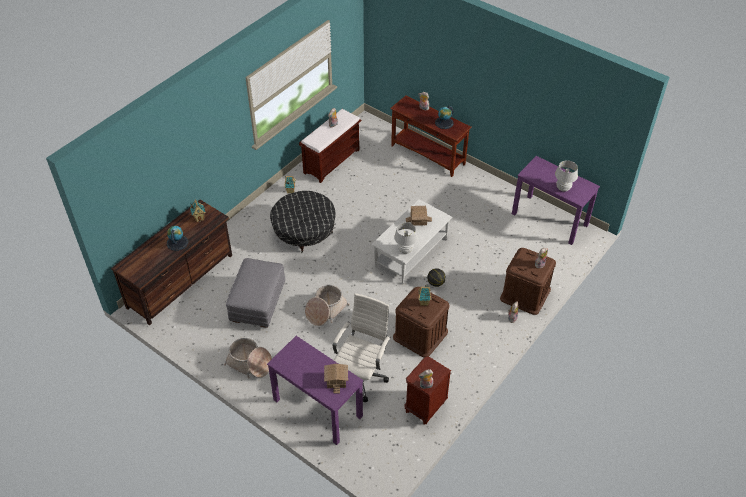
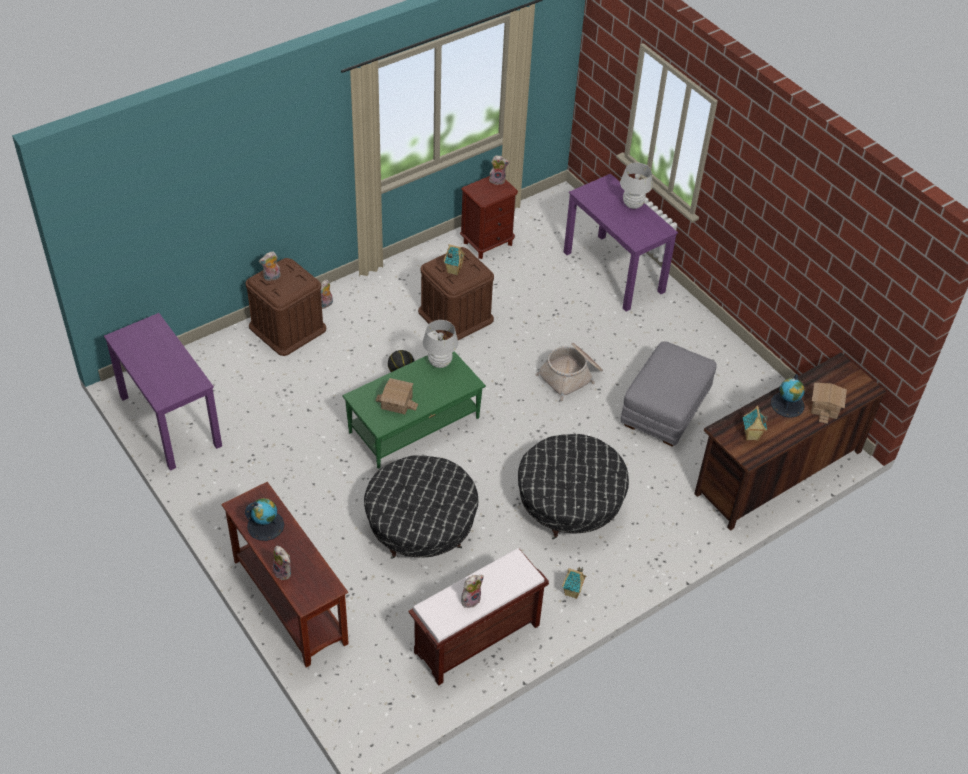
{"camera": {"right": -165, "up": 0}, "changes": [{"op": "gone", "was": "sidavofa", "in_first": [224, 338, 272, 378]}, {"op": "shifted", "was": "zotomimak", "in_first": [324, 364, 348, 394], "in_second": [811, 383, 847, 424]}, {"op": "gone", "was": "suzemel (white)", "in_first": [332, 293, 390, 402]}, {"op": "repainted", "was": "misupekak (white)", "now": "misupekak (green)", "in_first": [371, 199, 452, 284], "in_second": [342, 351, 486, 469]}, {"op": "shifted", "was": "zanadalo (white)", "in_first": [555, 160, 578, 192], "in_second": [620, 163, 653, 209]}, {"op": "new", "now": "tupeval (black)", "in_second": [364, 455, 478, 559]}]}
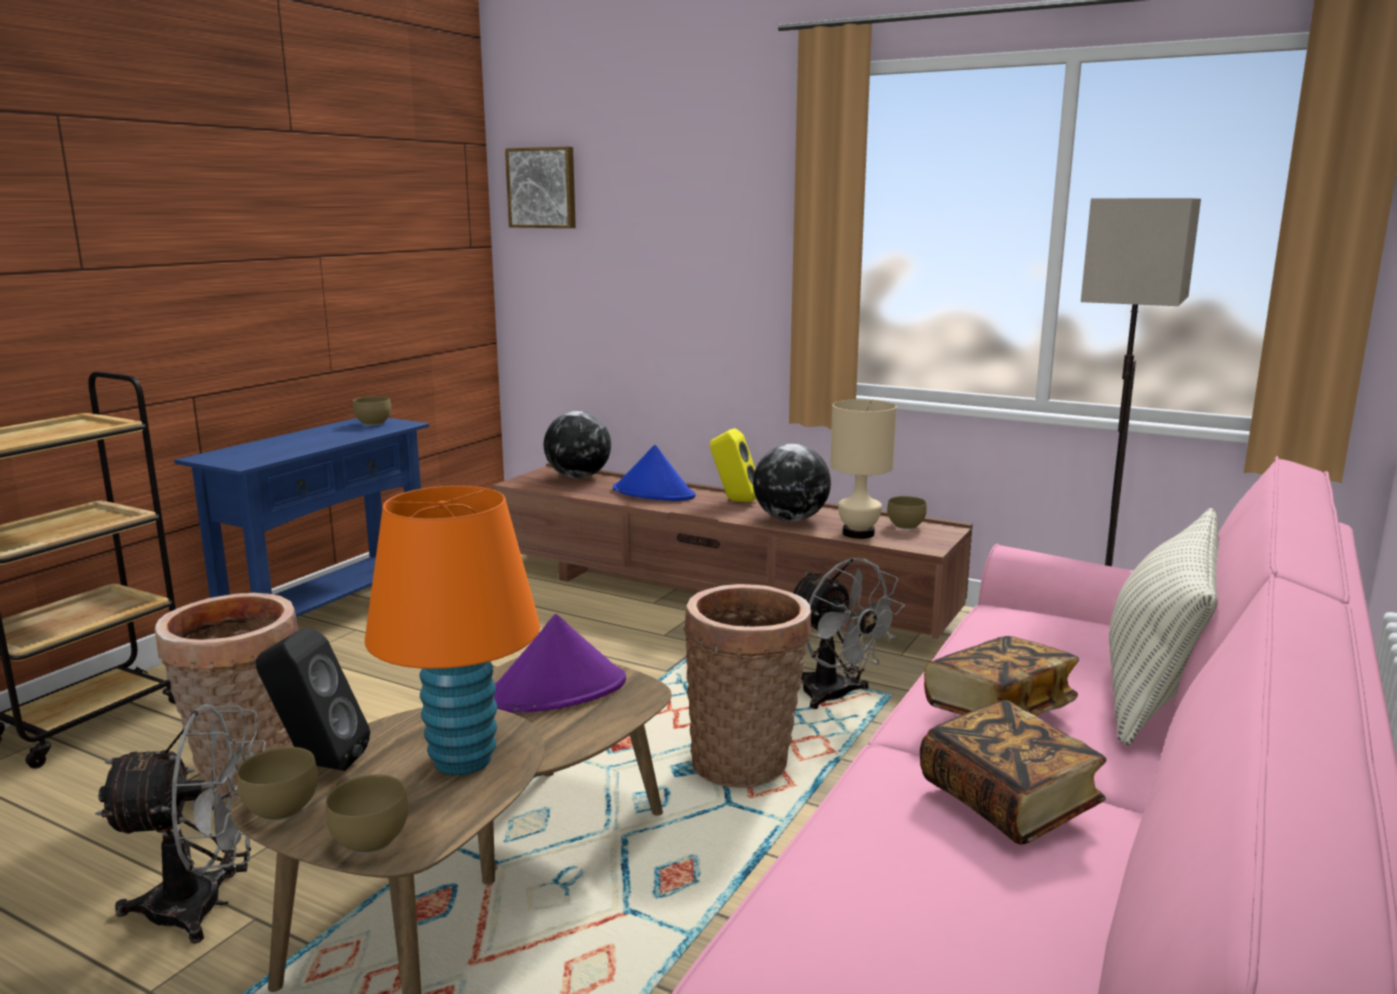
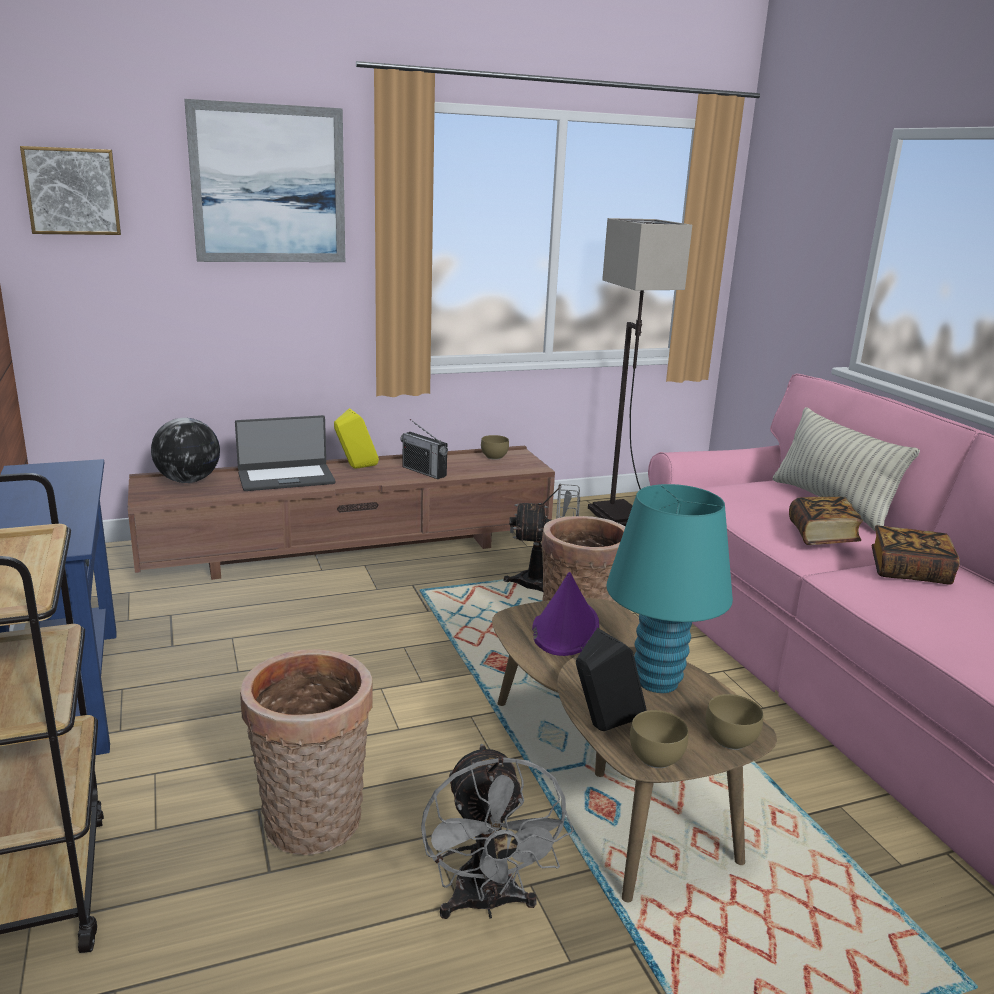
{"camera": {"right": -50, "up": 5}, "changes": [{"op": "rotated", "was": "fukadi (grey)", "in_first": [95, 704, 266, 944], "in_second": [421, 744, 574, 919], "clockwise": 135}, {"op": "gone", "was": "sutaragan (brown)", "in_first": [353, 396, 391, 426]}, {"op": "repainted", "was": "zanadalo (orange)", "now": "zanadalo (turquoise)", "in_first": [365, 486, 540, 775], "in_second": [606, 484, 733, 693]}, {"op": "swapped", "was": "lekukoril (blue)", "now": "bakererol", "in_first": [613, 445, 695, 501], "in_second": [235, 415, 336, 491]}, {"op": "swapped", "was": "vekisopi", "now": "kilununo", "in_first": [753, 444, 831, 521], "in_second": [401, 419, 448, 479]}, {"op": "gone", "was": "zanadalo (beige)", "in_first": [830, 399, 897, 539]}, {"op": "new", "now": "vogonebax", "in_second": [184, 99, 345, 262]}]}
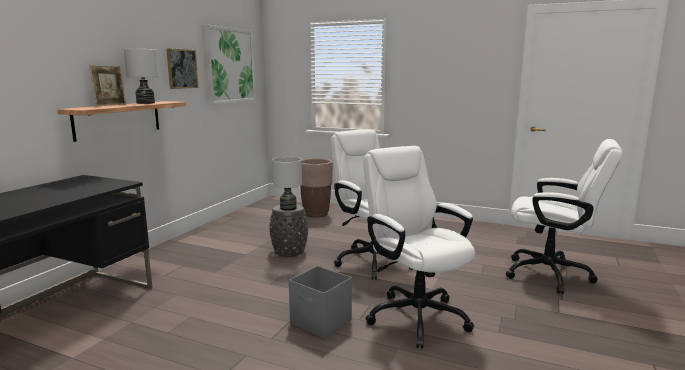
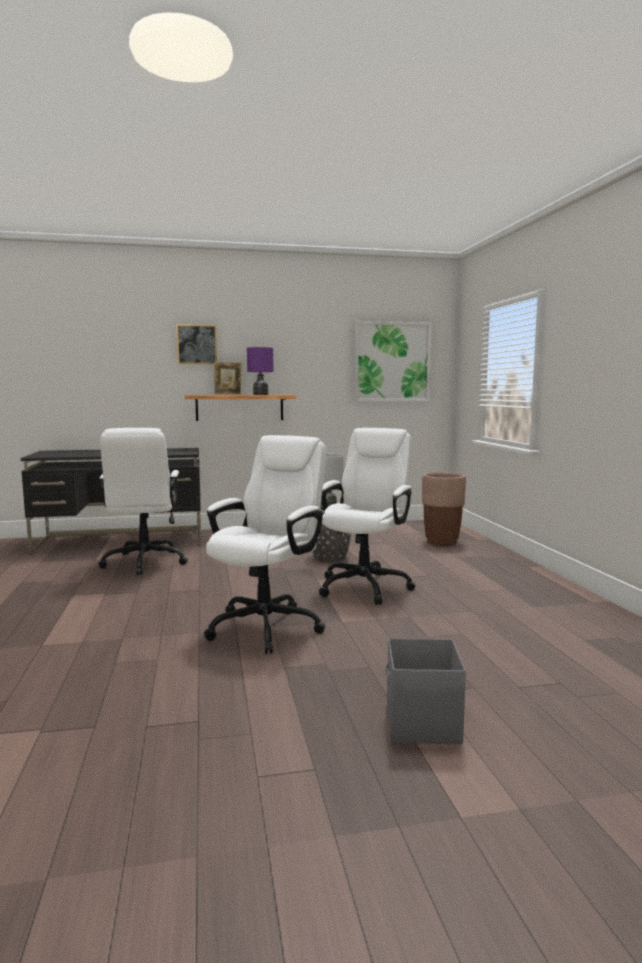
{"camera": {"right": 55, "up": -5}, "changes": [{"op": "repainted", "was": "zanadalo (grey)", "now": "zanadalo (purple)", "in_first": [124, 49, 159, 104], "in_second": [247, 347, 274, 395]}, {"op": "shifted", "was": "vogonebax", "in_first": [166, 48, 199, 89], "in_second": [177, 324, 217, 364]}, {"op": "shifted", "was": "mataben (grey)", "in_first": [289, 266, 352, 339], "in_second": [385, 638, 466, 745]}, {"op": "shifted", "was": "suzemel (white)", "in_first": [506, 139, 623, 294], "in_second": [98, 428, 188, 575]}]}
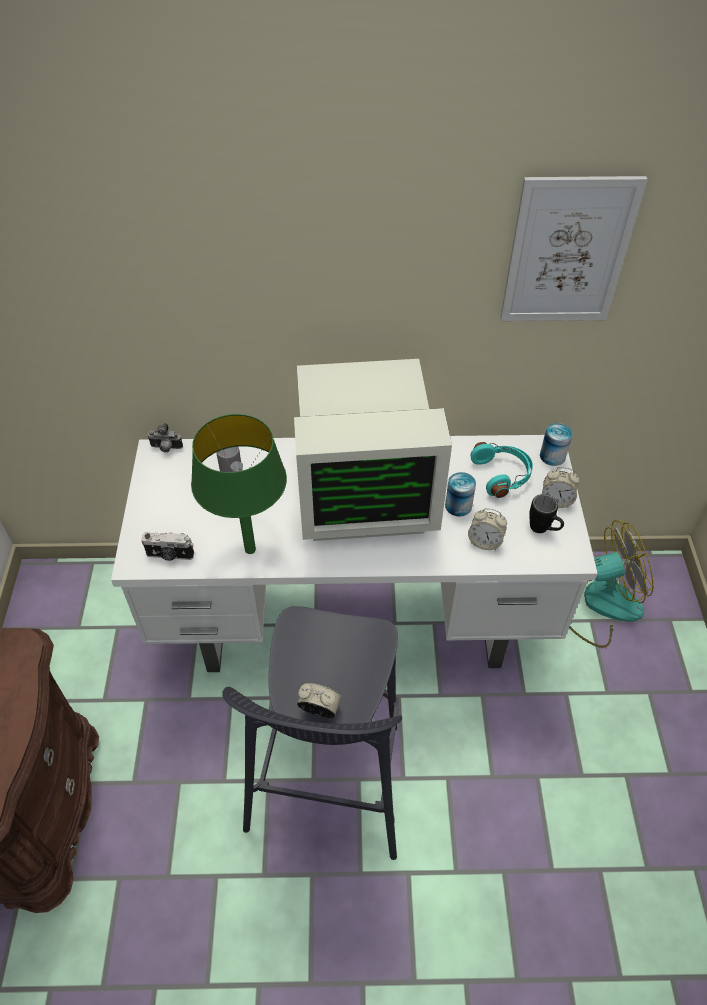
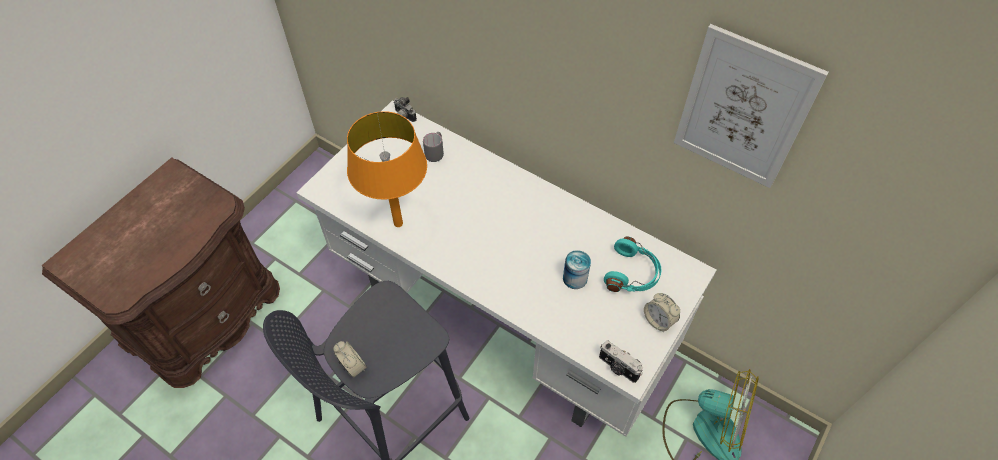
{"camera": {"right": 35, "up": 5}, "changes": [{"op": "shifted", "was": "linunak", "in_first": [141, 532, 194, 561], "in_second": [599, 340, 643, 383]}, {"op": "repainted", "was": "zanadalo (green)", "now": "zanadalo (orange)", "in_first": [191, 414, 287, 554], "in_second": [347, 111, 427, 227]}, {"op": "gone", "was": "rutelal", "in_first": [294, 359, 452, 541]}, {"op": "gone", "was": "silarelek", "in_first": [468, 508, 507, 550]}, {"op": "gone", "was": "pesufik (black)", "in_first": [529, 494, 564, 533]}, {"op": "gone", "was": "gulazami", "in_first": [540, 423, 572, 466]}]}
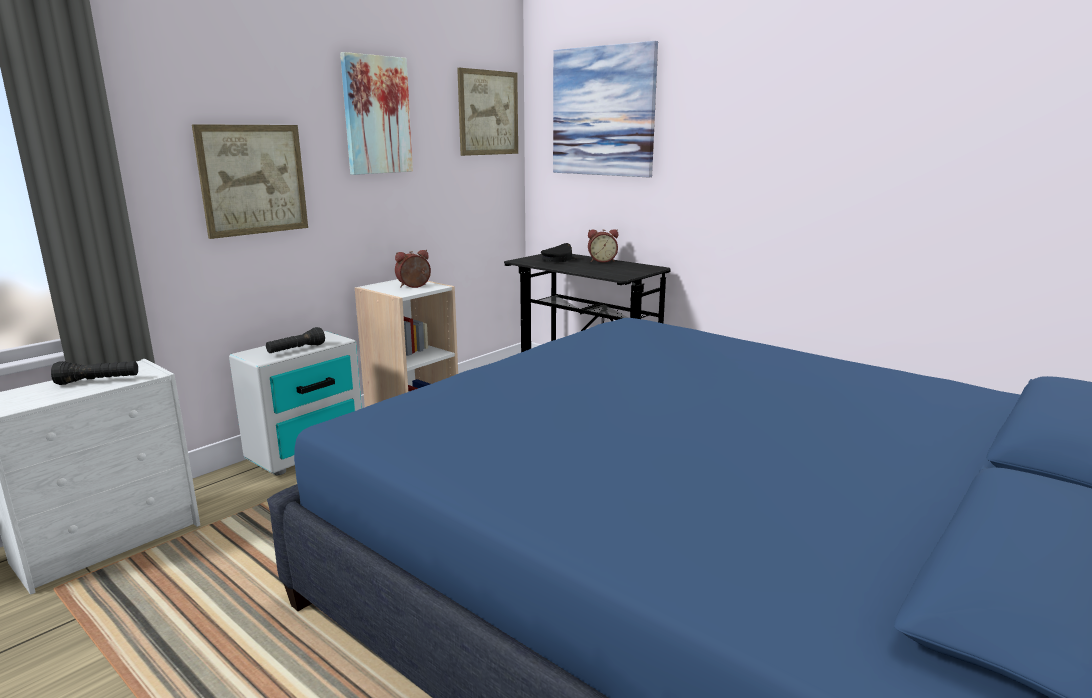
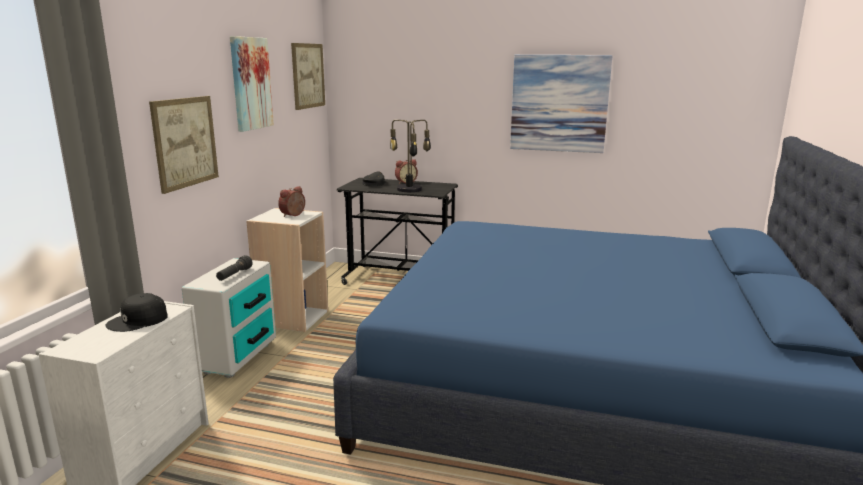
{"camera": {"right": -25, "up": 0}, "changes": [{"op": "swapped", "was": "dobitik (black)", "now": "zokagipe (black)", "in_first": [51, 361, 138, 385], "in_second": [105, 293, 168, 332]}, {"op": "shifted", "was": "vogonebax", "in_first": [553, 41, 658, 177], "in_second": [510, 55, 613, 153]}, {"op": "new", "now": "zanadalo", "in_second": [390, 120, 431, 192]}]}
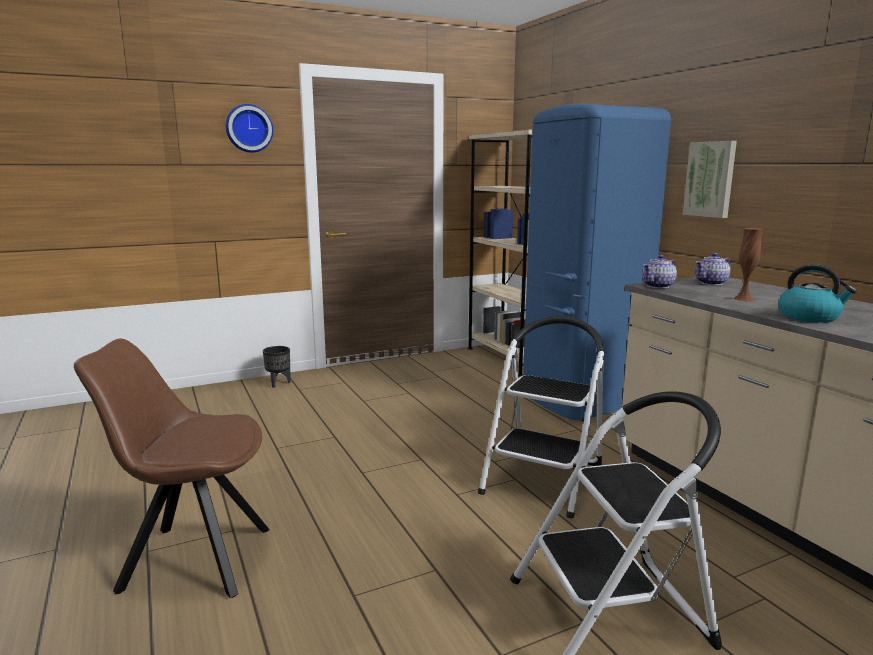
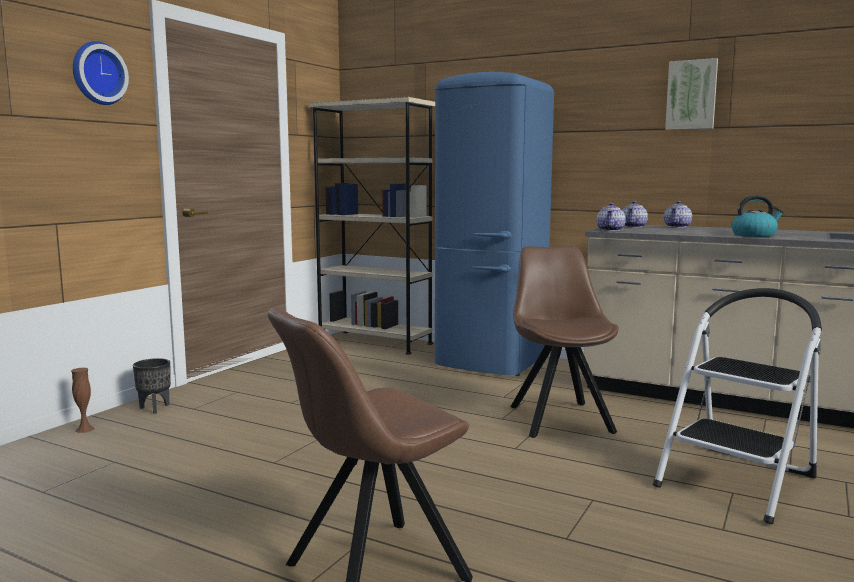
{"camera": {"right": -35, "up": -5}, "changes": [{"op": "swapped", "was": "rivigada", "now": "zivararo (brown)", "in_first": [478, 316, 604, 518], "in_second": [510, 246, 619, 438]}, {"op": "shifted", "was": "vogonebax", "in_first": [683, 141, 737, 218], "in_second": [665, 58, 718, 130]}, {"op": "shifted", "was": "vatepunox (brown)", "in_first": [733, 228, 763, 302], "in_second": [71, 368, 95, 433]}, {"op": "new", "now": "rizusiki", "in_second": [664, 201, 692, 228]}]}
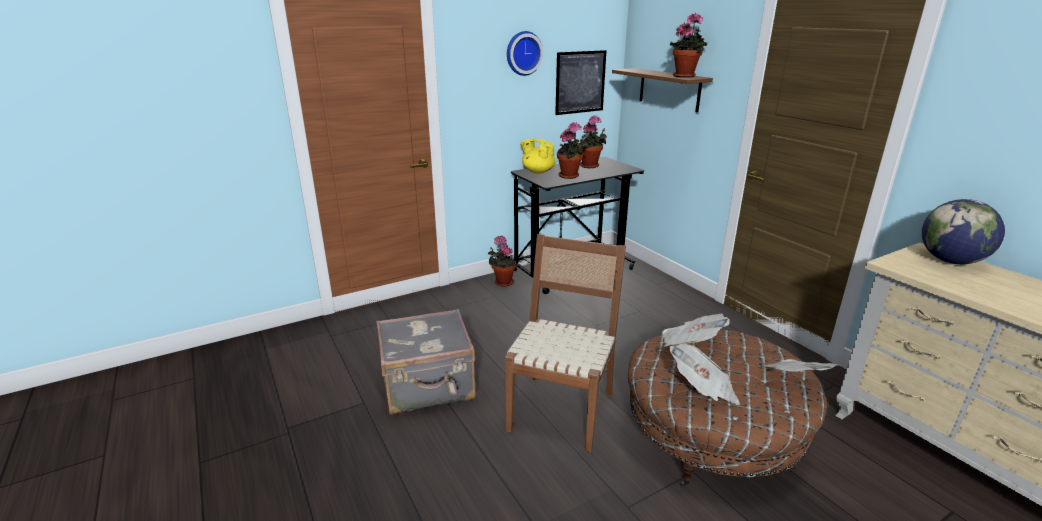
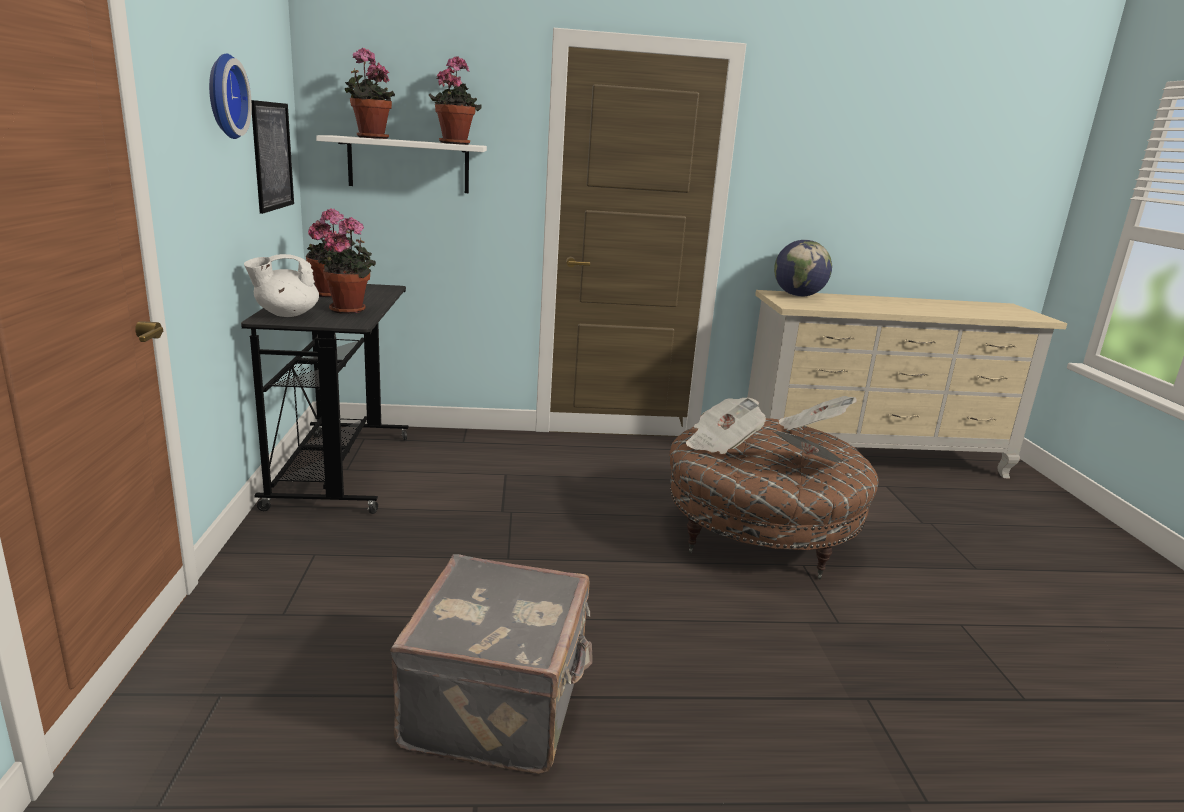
{"camera": {"right": -65, "up": -5}, "changes": [{"op": "shifted", "was": "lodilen", "in_first": [488, 236, 516, 287], "in_second": [345, 48, 395, 139]}, {"op": "gone", "was": "zivararo", "in_first": [505, 234, 626, 453]}, {"op": "repainted", "was": "rizusiki (yellow)", "now": "rizusiki (white)", "in_first": [520, 139, 556, 173], "in_second": [244, 254, 319, 317]}, {"op": "repainted", "was": "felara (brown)", "now": "felara (white)", "in_first": [612, 68, 713, 112], "in_second": [316, 135, 487, 193]}]}
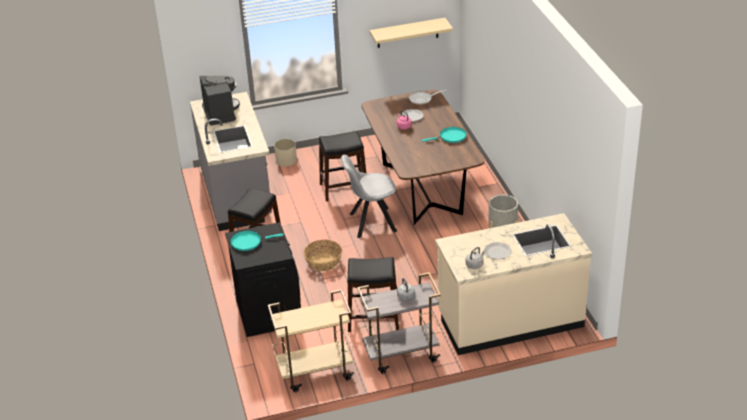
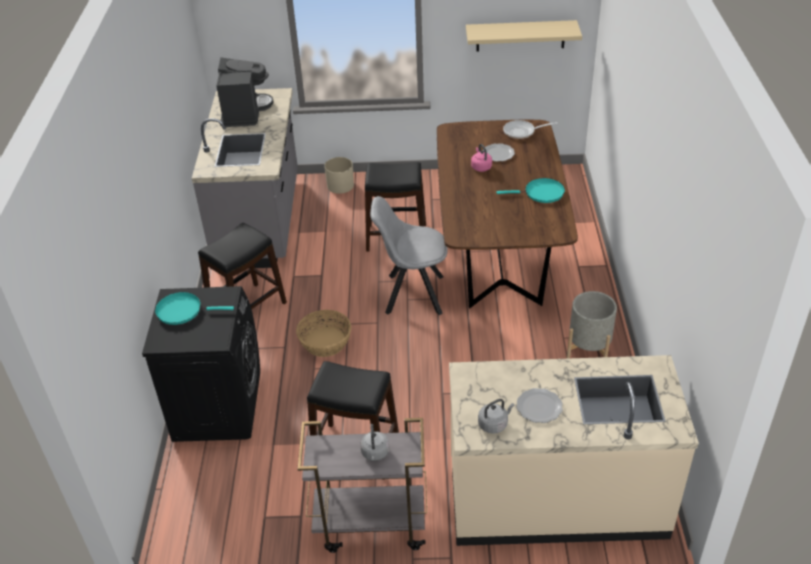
{"camera": {"right": 15, "up": 5}, "changes": [{"op": "gone", "was": "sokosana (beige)", "in_first": [268, 289, 354, 392]}]}
